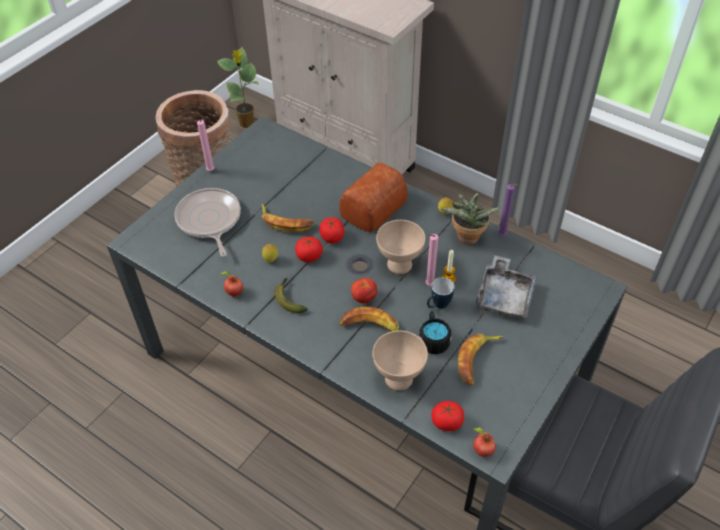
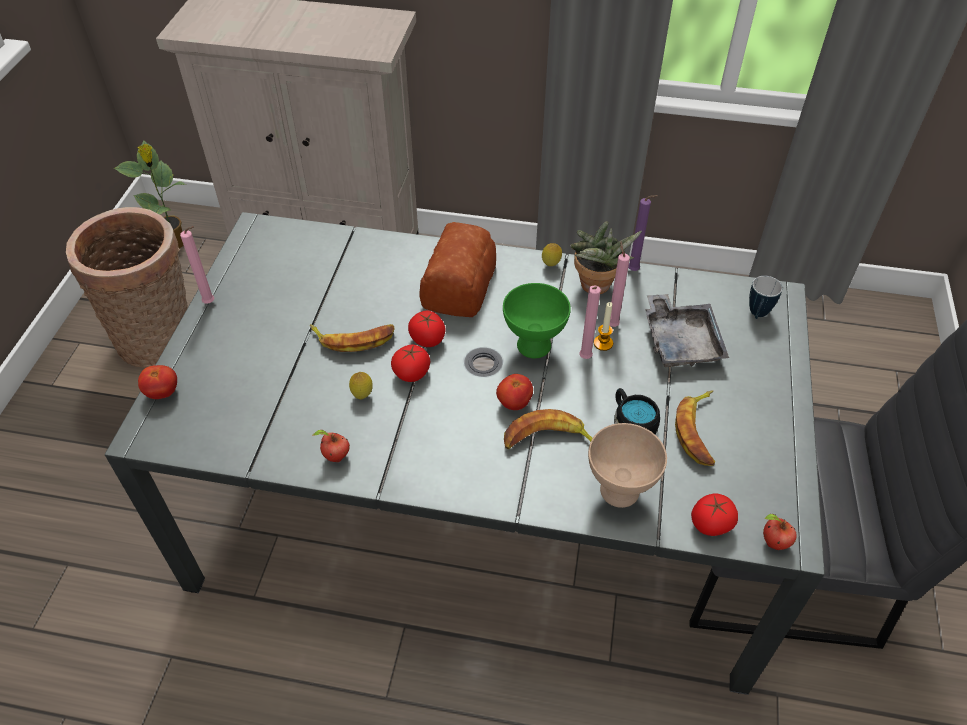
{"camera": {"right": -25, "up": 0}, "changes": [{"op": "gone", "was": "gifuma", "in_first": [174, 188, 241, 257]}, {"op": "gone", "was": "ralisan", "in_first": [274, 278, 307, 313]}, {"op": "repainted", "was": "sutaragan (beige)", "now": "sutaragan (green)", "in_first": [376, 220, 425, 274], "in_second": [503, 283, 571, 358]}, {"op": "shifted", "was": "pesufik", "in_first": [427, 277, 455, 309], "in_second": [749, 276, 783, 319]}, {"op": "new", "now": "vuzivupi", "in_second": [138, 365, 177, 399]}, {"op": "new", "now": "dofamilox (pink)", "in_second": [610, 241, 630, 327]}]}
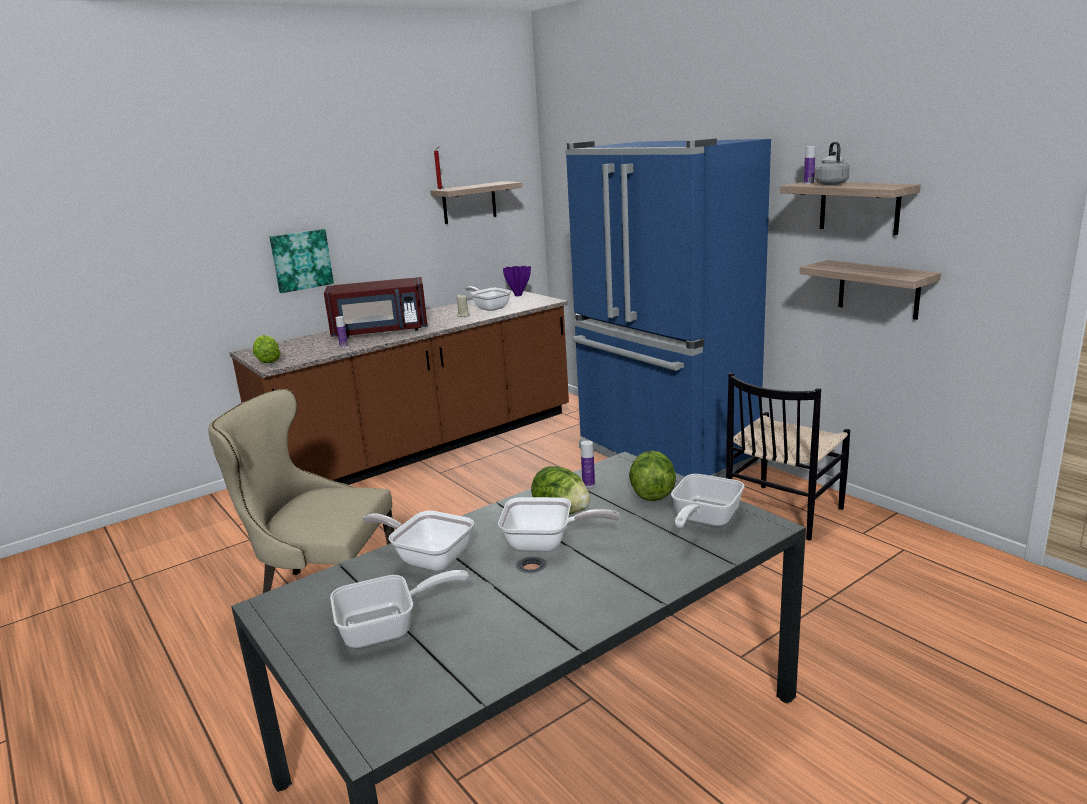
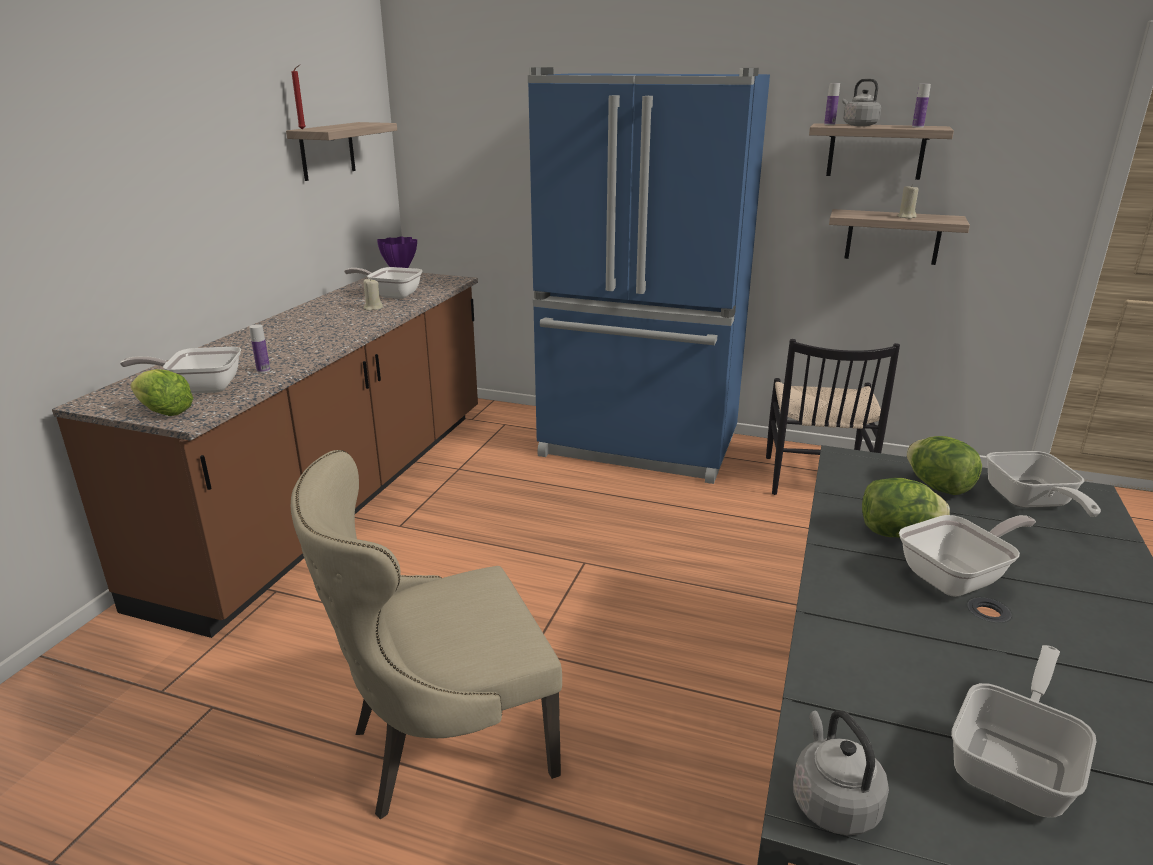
{"camera": {"right": -35, "up": 5}, "changes": [{"op": "gone", "was": "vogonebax", "in_first": [269, 229, 334, 293]}, {"op": "gone", "was": "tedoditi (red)", "in_first": [324, 277, 428, 338]}, {"op": "shifted", "was": "gifuma", "in_first": [362, 511, 474, 571], "in_second": [120, 347, 241, 393]}, {"op": "shifted", "was": "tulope", "in_first": [581, 440, 595, 487], "in_second": [912, 84, 931, 128]}, {"op": "new", "now": "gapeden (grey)", "in_second": [793, 710, 889, 836]}, {"op": "new", "now": "dofamilox (beige)", "in_second": [897, 184, 919, 219]}]}
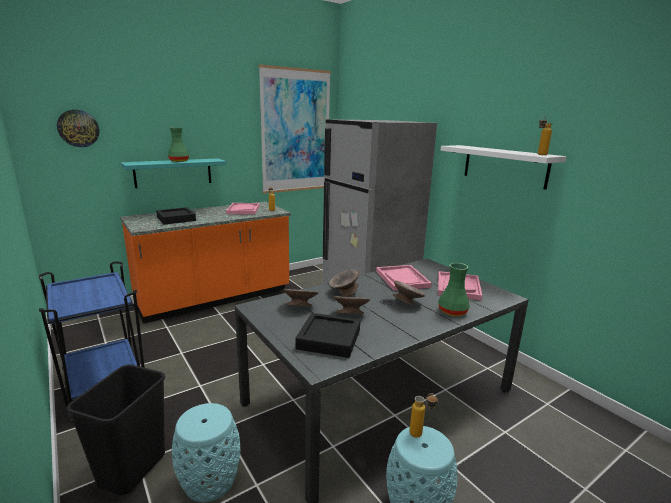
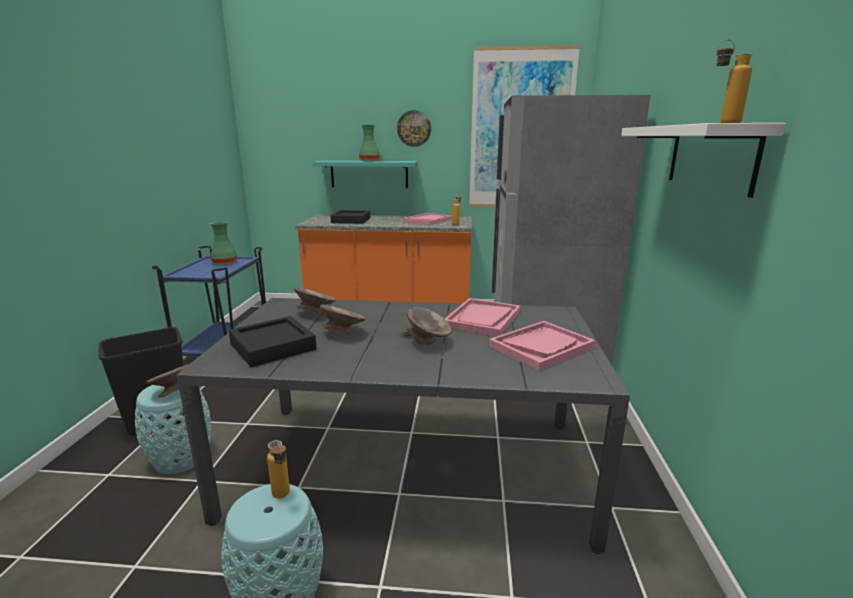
{"camera": {"right": 40, "up": 0}, "changes": [{"op": "shifted", "was": "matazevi", "in_first": [57, 110, 100, 147], "in_second": [397, 110, 431, 147]}, {"op": "shifted", "was": "sutaragan (grey)", "in_first": [329, 269, 359, 297], "in_second": [146, 364, 189, 398]}, {"op": "shifted", "was": "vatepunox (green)", "in_first": [438, 263, 470, 316], "in_second": [210, 222, 237, 265]}]}
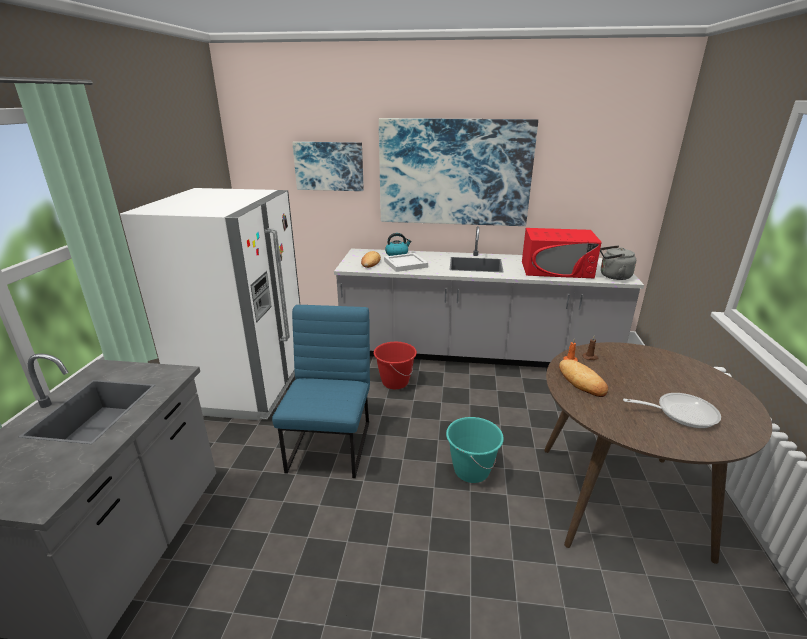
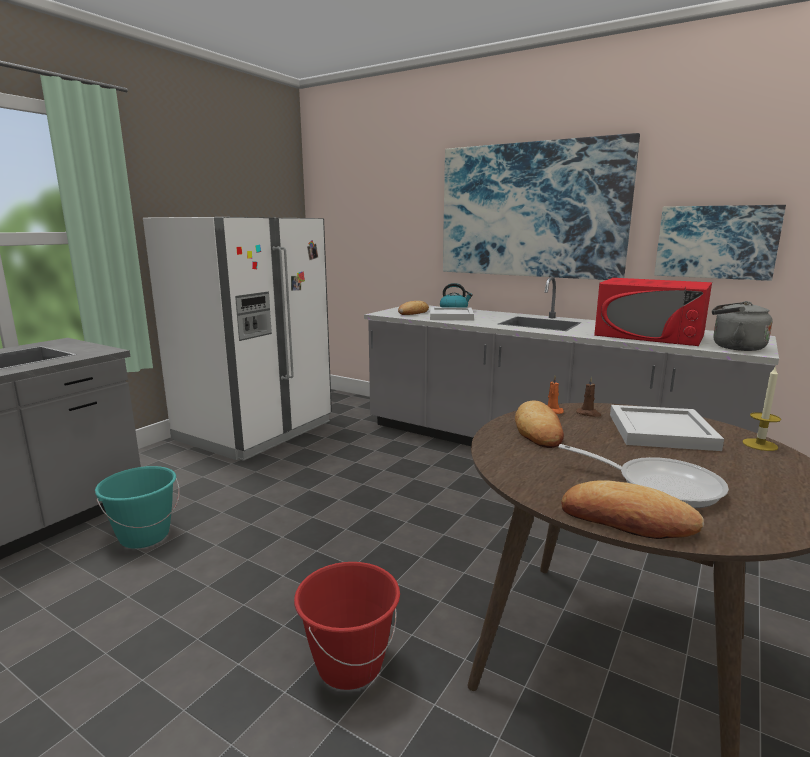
{"camera": {"right": 25, "up": -10}, "changes": [{"op": "gone", "was": "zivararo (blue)", "in_first": [272, 305, 370, 478]}, {"op": "shifted", "was": "vogonebax", "in_first": [292, 142, 364, 191], "in_second": [654, 205, 786, 281]}, {"op": "shifted", "was": "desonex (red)", "in_first": [374, 342, 417, 389], "in_second": [294, 562, 400, 690]}, {"op": "shifted", "was": "desonex (turquoise)", "in_first": [446, 417, 504, 483], "in_second": [95, 466, 179, 549]}, {"op": "new", "now": "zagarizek", "in_second": [561, 480, 704, 539]}, {"op": "new", "now": "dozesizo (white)", "in_second": [610, 405, 724, 451]}, {"op": "new", "now": "dofamilox", "in_second": [742, 366, 781, 451]}]}
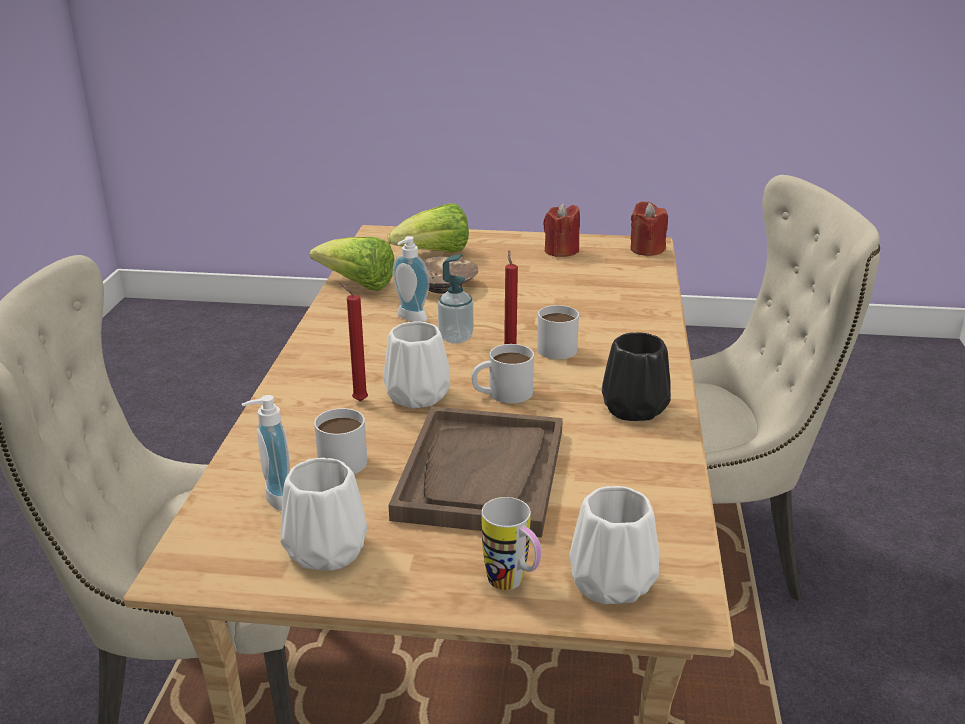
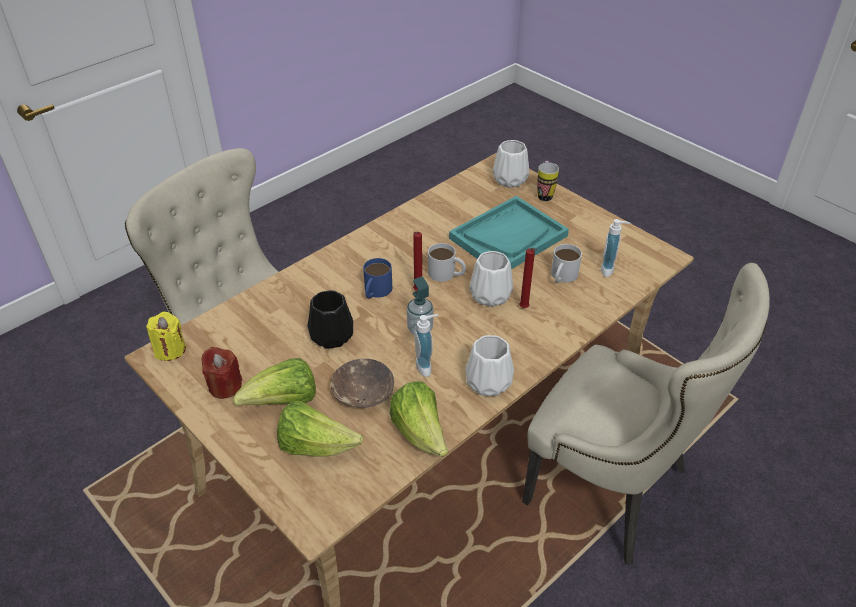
{"camera": {"right": -140, "up": 15}, "changes": [{"op": "shifted", "was": "vatepunox (white)", "in_first": [280, 458, 367, 571], "in_second": [465, 335, 514, 396]}, {"op": "repainted", "was": "dozesizo (brown)", "now": "dozesizo (turquoise)", "in_first": [389, 406, 563, 538], "in_second": [449, 196, 569, 269]}, {"op": "repainted", "was": "pesufik (white)", "now": "pesufik (blue)", "in_first": [537, 305, 579, 359], "in_second": [363, 258, 392, 299]}, {"op": "shifted", "was": "vatepunox (black)", "in_first": [602, 332, 671, 421], "in_second": [308, 290, 353, 349]}, {"op": "repainted", "was": "dofamilox (red)", "now": "dofamilox (yellow)", "in_first": [630, 201, 668, 256], "in_second": [146, 312, 186, 361]}, {"op": "new", "now": "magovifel", "in_second": [233, 358, 316, 406]}]}
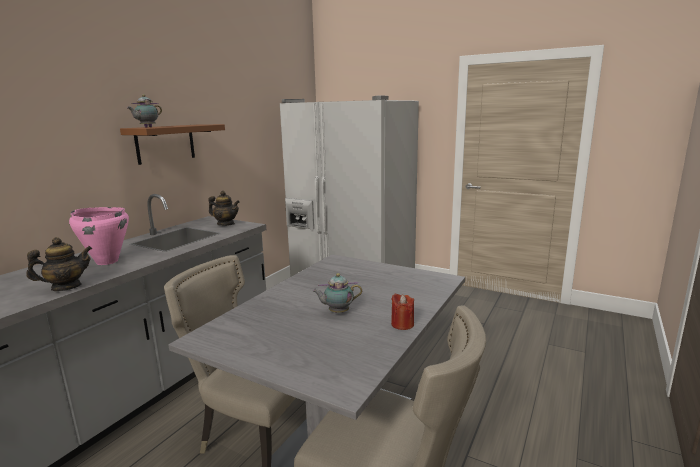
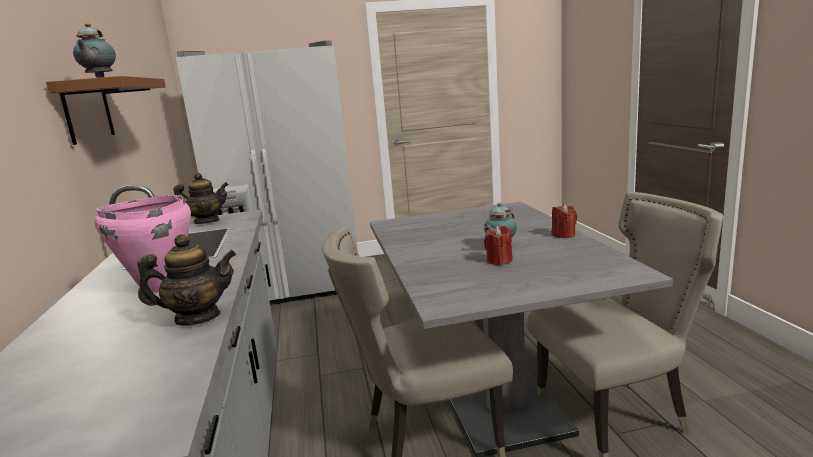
{"camera": {"right": -40, "up": 0}, "changes": [{"op": "rotated", "was": "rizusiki", "in_first": [26, 237, 92, 291], "in_second": [137, 234, 236, 326], "clockwise": 60}, {"op": "new", "now": "dofamilox (red)", "in_second": [484, 226, 513, 265]}]}
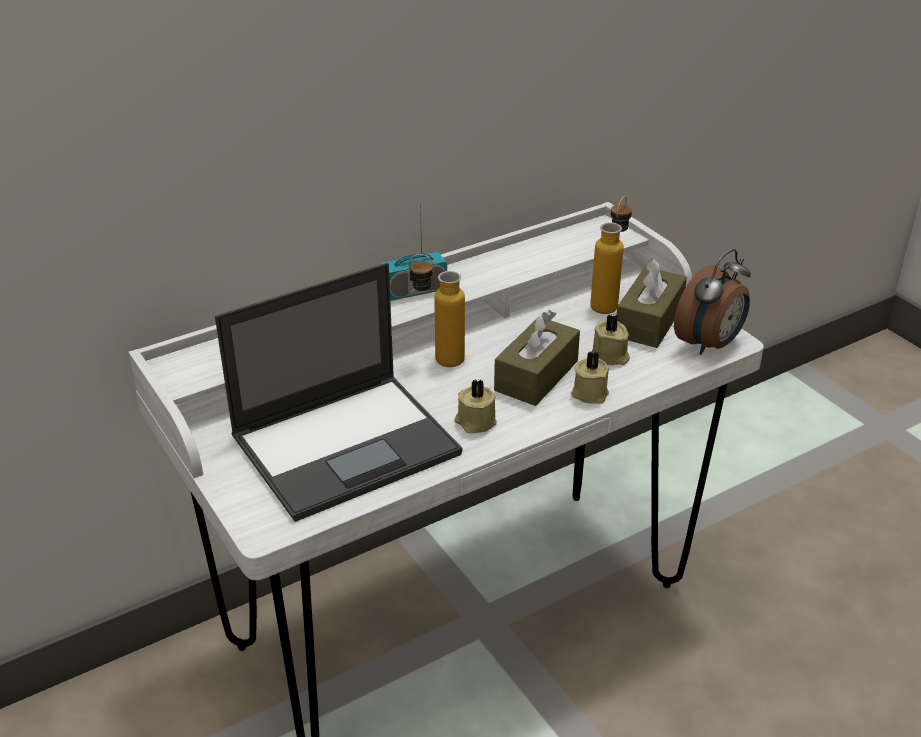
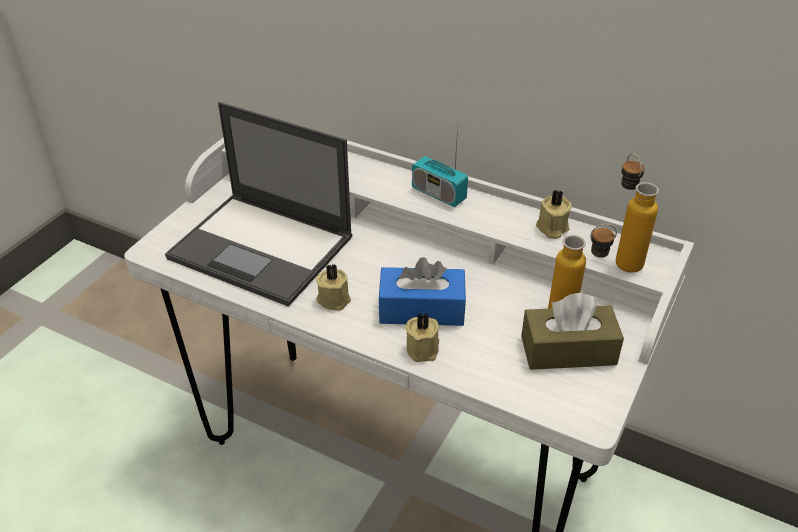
{"camera": {"right": 60, "up": 5}, "changes": [{"op": "shifted", "was": "tulope", "in_first": [408, 254, 465, 367], "in_second": [616, 153, 659, 273]}, {"op": "repainted", "was": "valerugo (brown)", "now": "valerugo (blue)", "in_first": [494, 310, 580, 406], "in_second": [379, 257, 466, 326]}, {"op": "shifted", "was": "dofamilox (beige)", "in_first": [592, 314, 630, 365], "in_second": [536, 190, 572, 239]}, {"op": "gone", "was": "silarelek", "in_first": [674, 249, 751, 355]}]}
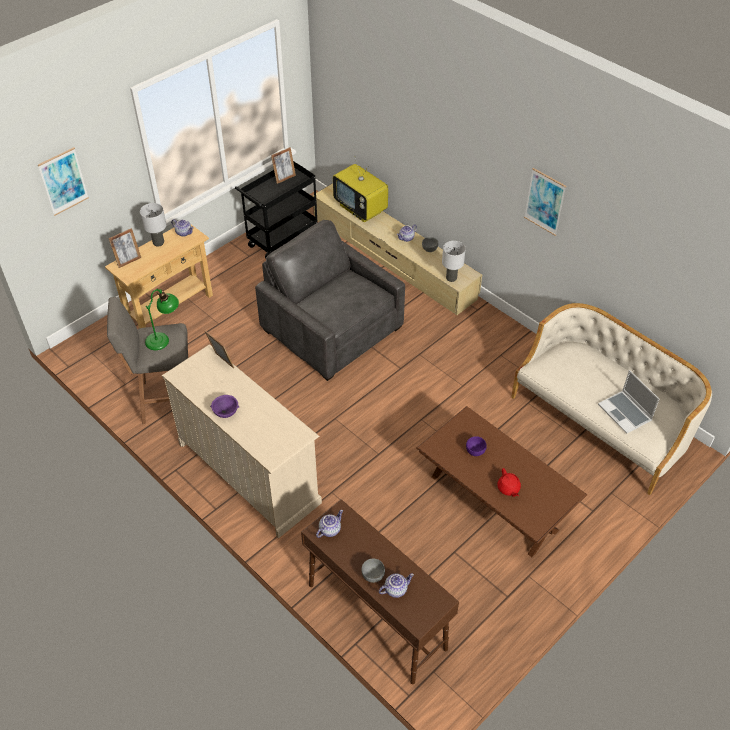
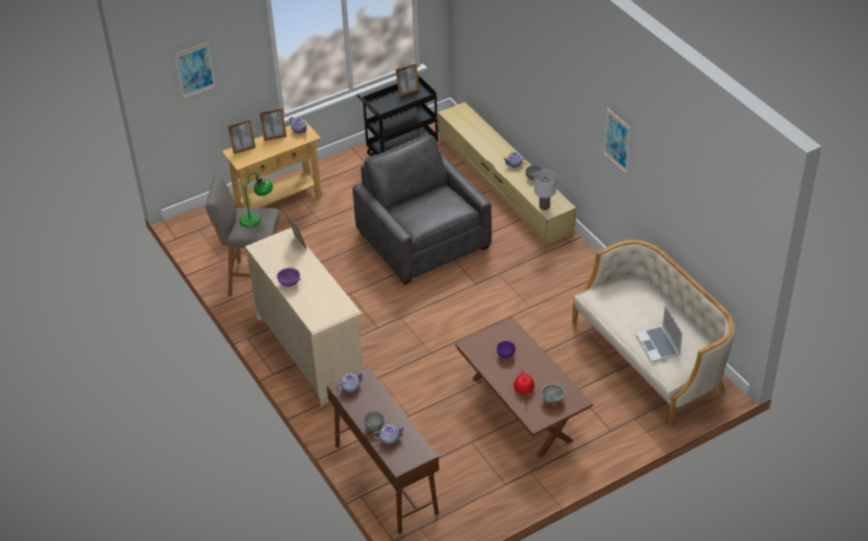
{"camera": {"right": 15, "up": -5}, "changes": [{"op": "swapped", "was": "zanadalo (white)", "now": "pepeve", "in_first": [140, 203, 166, 246], "in_second": [259, 108, 287, 141]}, {"op": "gone", "was": "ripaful", "in_first": [333, 156, 388, 222]}, {"op": "new", "now": "sutaragan (grey)", "in_second": [541, 383, 565, 404]}]}
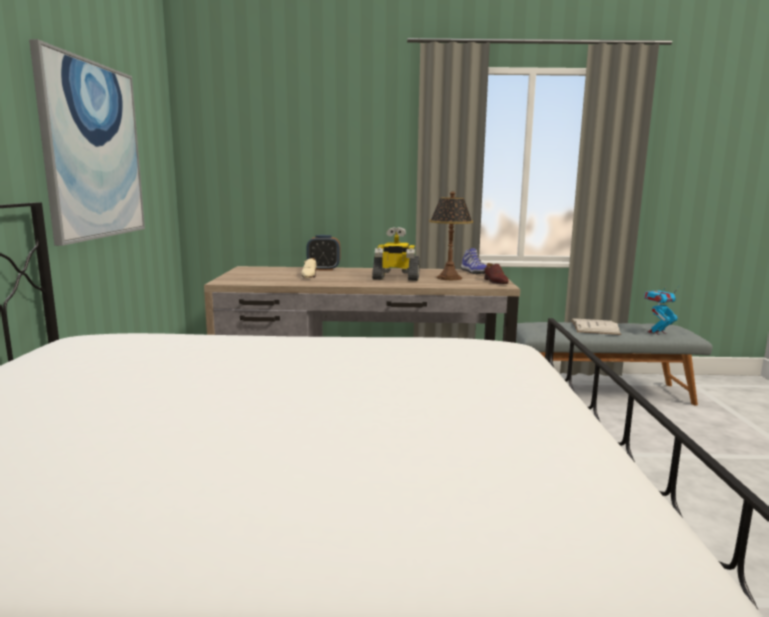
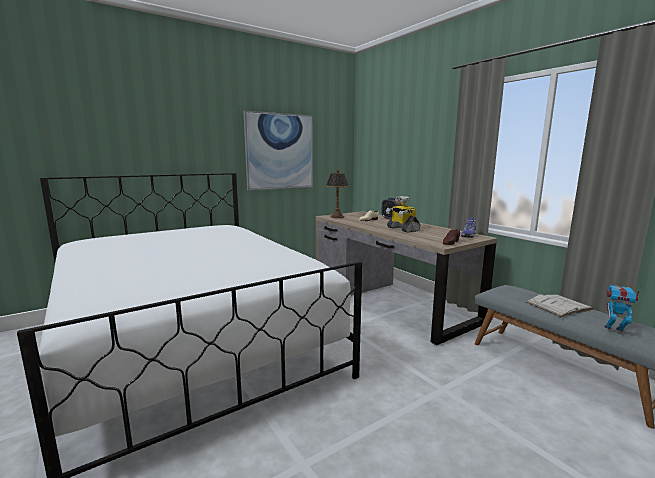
{"camera": {"right": 55, "up": 0}, "changes": [{"op": "shifted", "was": "zanadalo", "in_first": [429, 191, 473, 280], "in_second": [325, 170, 350, 218]}]}
